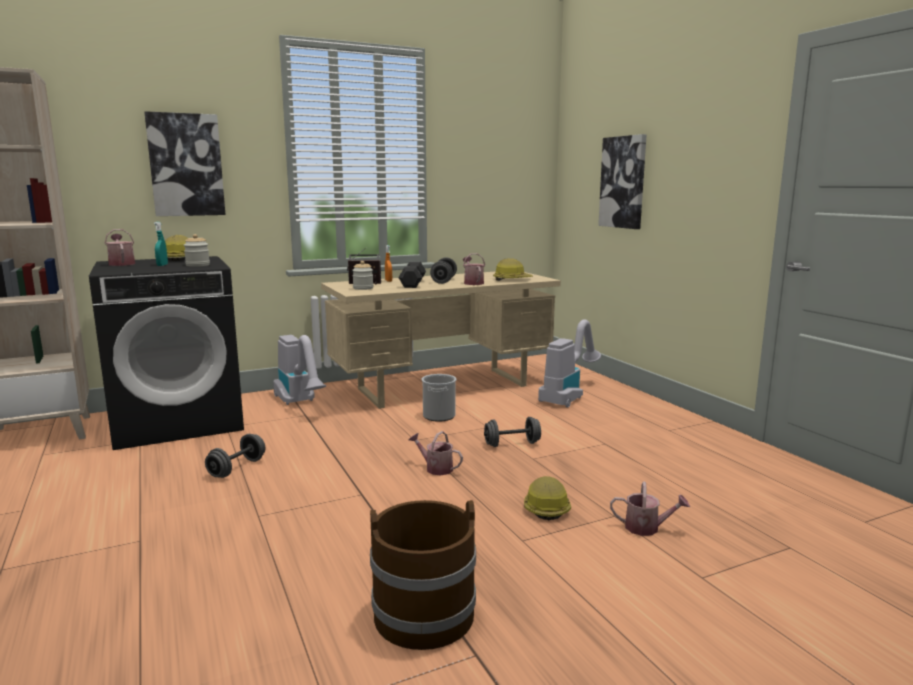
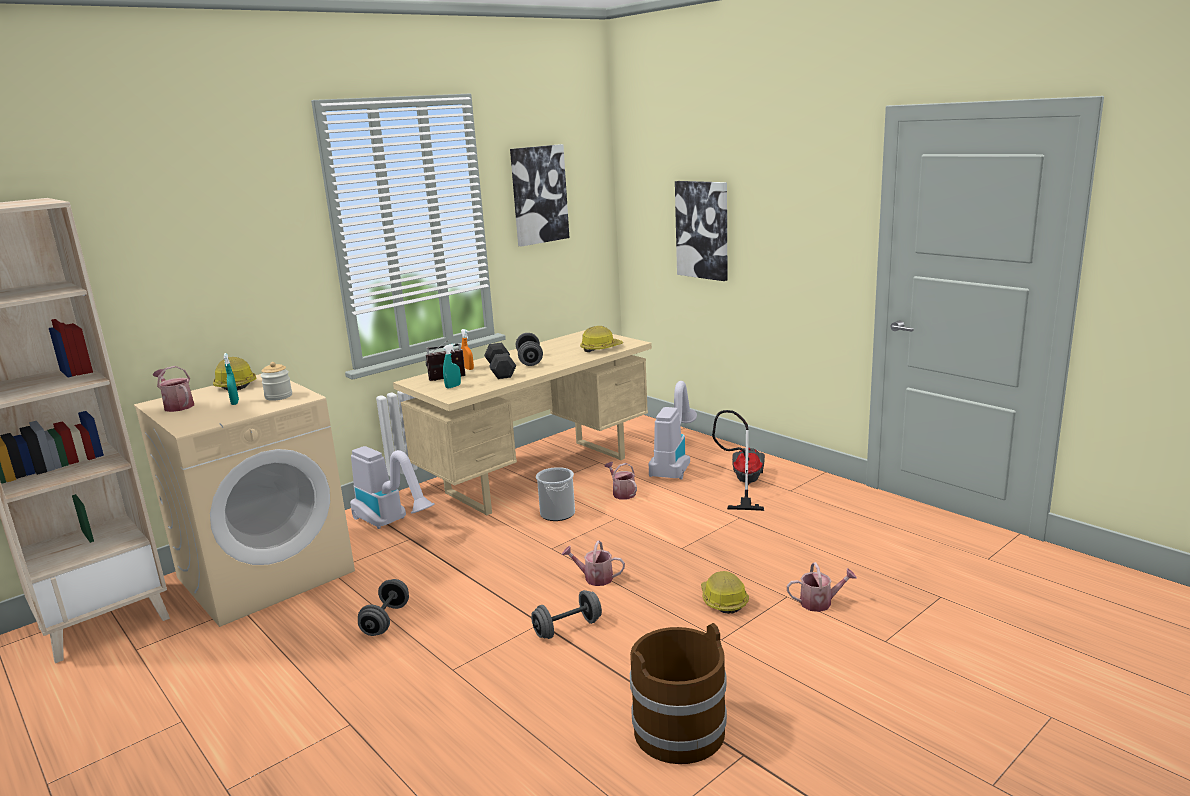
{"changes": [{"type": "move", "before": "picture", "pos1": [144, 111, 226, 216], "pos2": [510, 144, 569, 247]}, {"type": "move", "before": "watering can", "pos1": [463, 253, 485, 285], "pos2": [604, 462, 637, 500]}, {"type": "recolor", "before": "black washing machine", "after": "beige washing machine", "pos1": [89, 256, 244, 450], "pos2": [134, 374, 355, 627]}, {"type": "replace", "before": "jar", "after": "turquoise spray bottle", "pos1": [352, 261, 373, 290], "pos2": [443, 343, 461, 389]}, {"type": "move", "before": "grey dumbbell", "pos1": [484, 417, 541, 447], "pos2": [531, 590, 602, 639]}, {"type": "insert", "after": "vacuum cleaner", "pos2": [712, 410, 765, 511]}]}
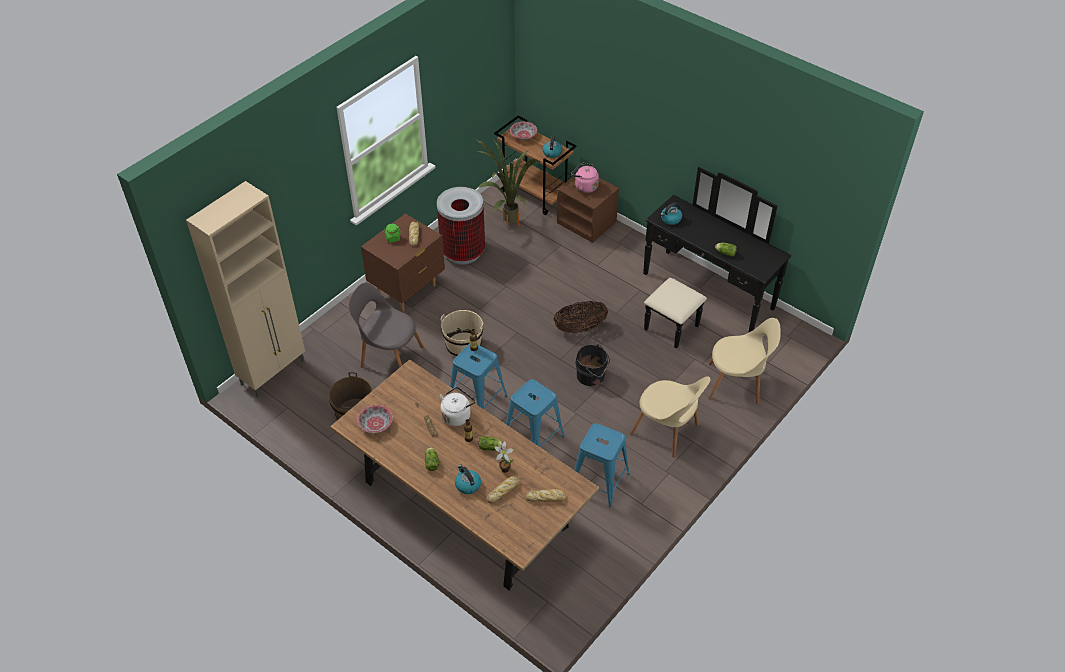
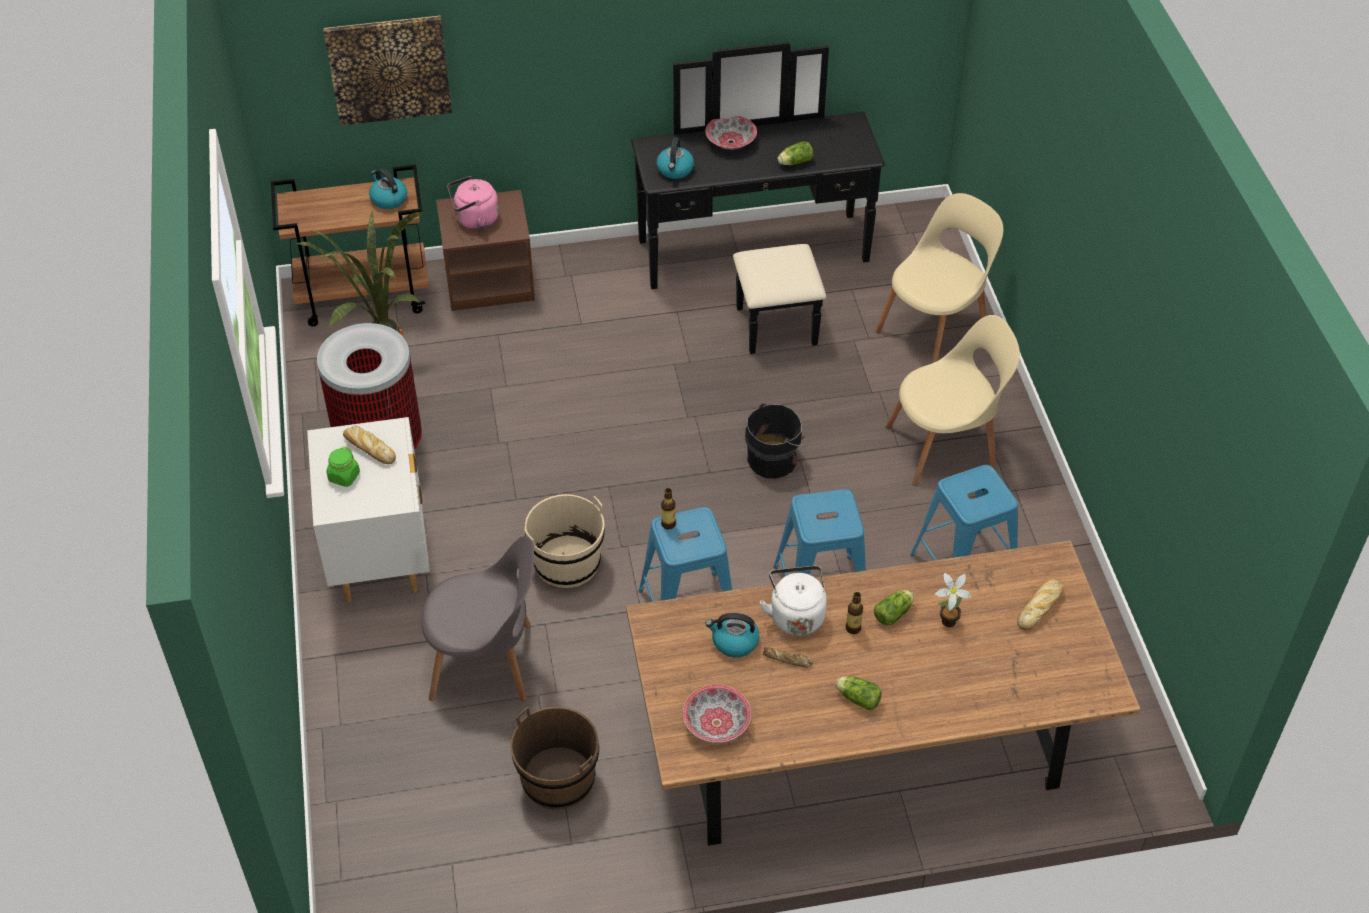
{"changes": [{"type": "move", "before": "bowl", "pos1": [510, 122, 537, 140], "pos2": [705, 116, 757, 150]}, {"type": "delete", "before": "beige cabinet", "pos1": [186, 181, 305, 397]}, {"type": "recolor", "before": "brown nightstand", "after": "white nightstand", "pos1": [361, 213, 445, 312], "pos2": [307, 417, 430, 602]}, {"type": "rotate", "before": "grey chair", "pos1": [349, 283, 424, 368], "pos2": [421, 536, 534, 702], "turn": -150}, {"type": "delete", "before": "basket", "pos1": [553, 301, 608, 333]}, {"type": "move", "before": "kettle", "pos1": [455, 465, 481, 494], "pos2": [705, 613, 759, 657]}, {"type": "delete", "before": "bread", "pos1": [487, 476, 520, 503]}, {"type": "insert", "after": "picture", "pos2": [323, 16, 452, 126]}]}
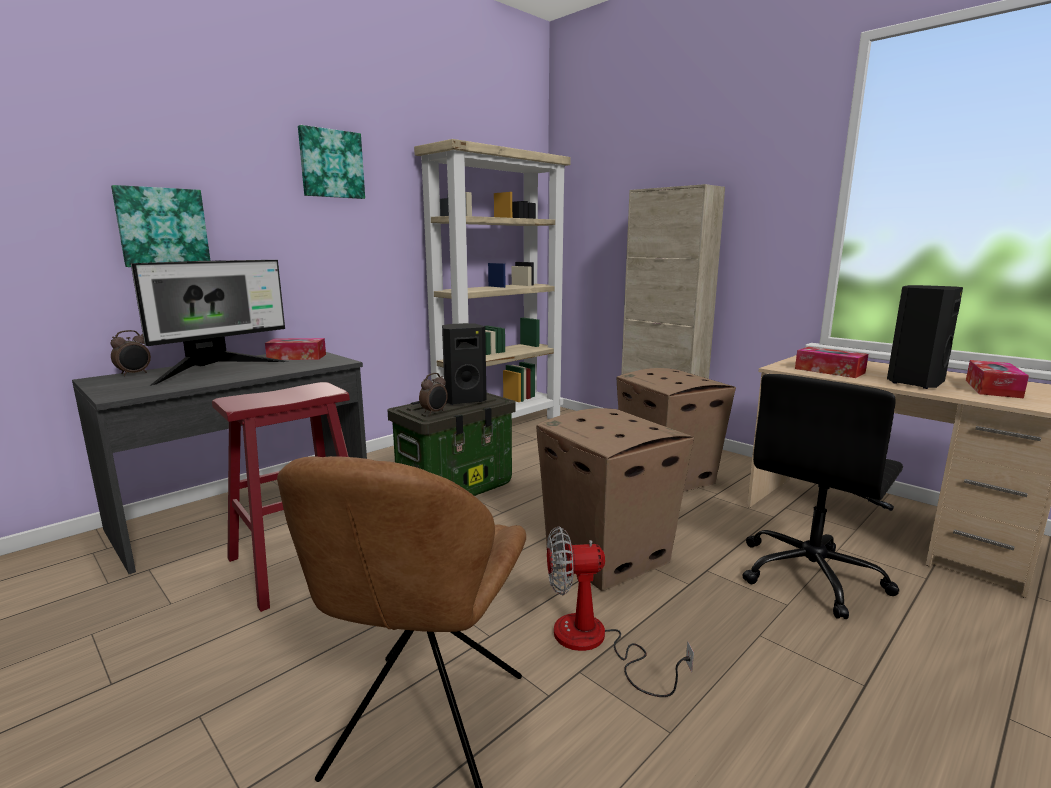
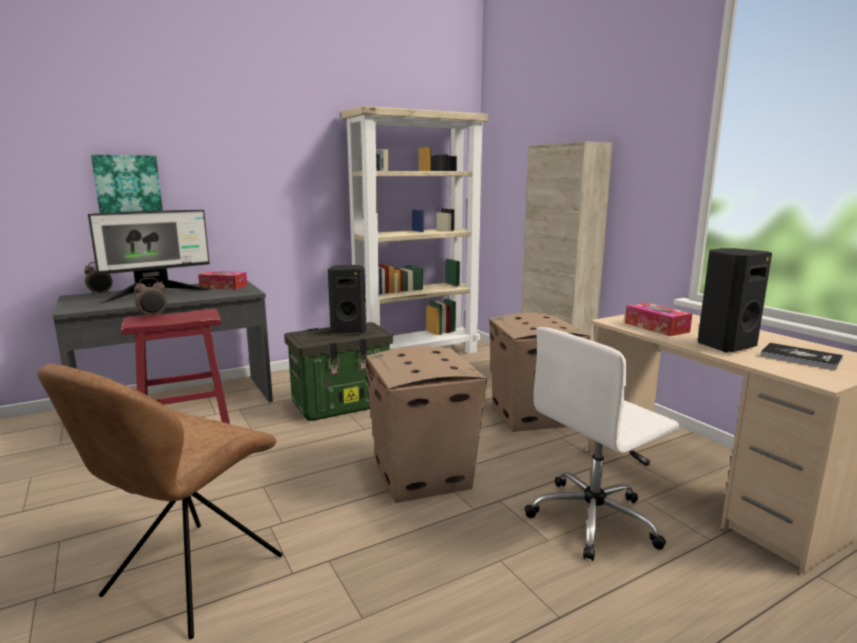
{"changes": [{"type": "delete", "before": "picture", "pos1": [298, 125, 365, 199]}, {"type": "replace", "before": "tissue box", "after": "book", "pos1": [966, 360, 1029, 398], "pos2": [760, 343, 843, 370]}, {"type": "move", "before": "alarm clock", "pos1": [419, 373, 448, 415], "pos2": [134, 278, 167, 318]}, {"type": "recolor", "before": "black office chair", "after": "white office chair", "pos1": [743, 374, 903, 619], "pos2": [524, 327, 679, 561]}, {"type": "delete", "before": "fan", "pos1": [547, 526, 694, 697]}]}
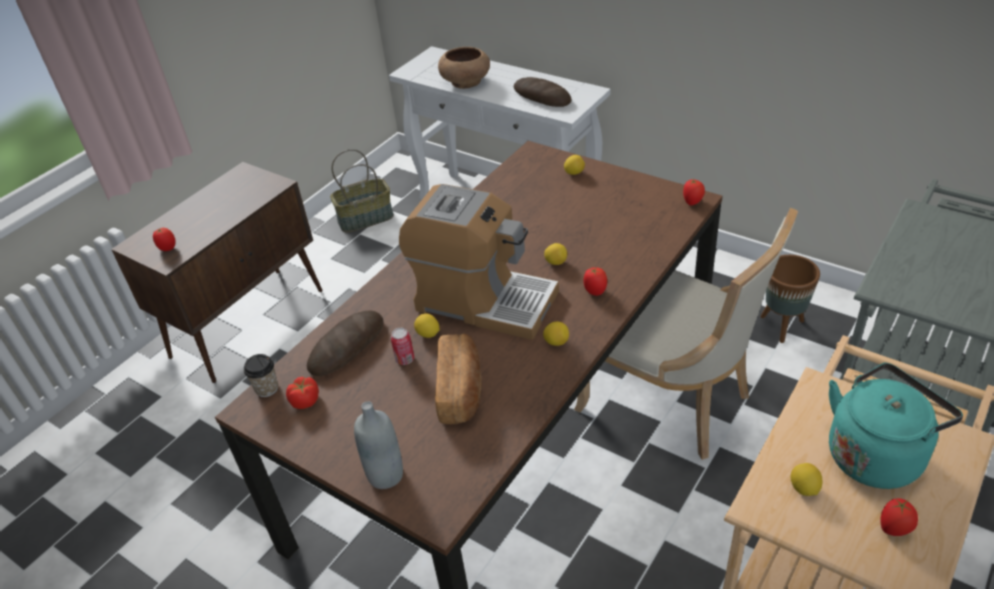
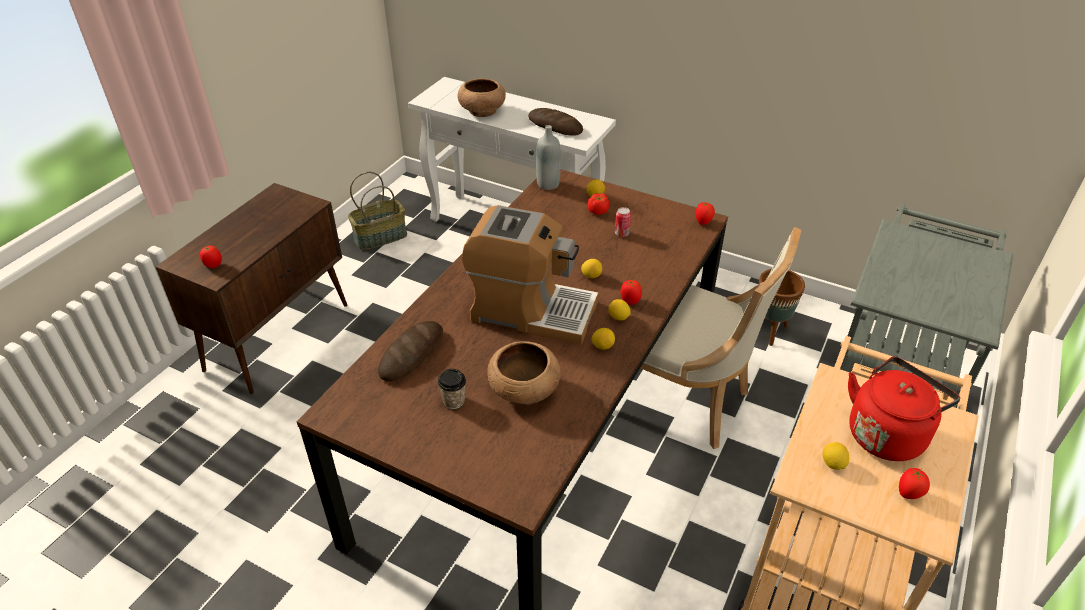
{"changes": [{"type": "move", "before": "lemon", "pos1": [414, 313, 439, 338], "pos2": [608, 299, 631, 321]}, {"type": "move", "before": "can", "pos1": [391, 328, 414, 365], "pos2": [615, 207, 631, 237]}, {"type": "replace", "before": "bread", "after": "brown bowl", "pos1": [435, 334, 482, 424], "pos2": [487, 341, 561, 405]}, {"type": "move", "before": "cup", "pos1": [244, 354, 278, 397], "pos2": [438, 369, 466, 409]}, {"type": "recolor", "before": "turquoise kettle", "after": "red kettle", "pos1": [829, 363, 963, 489], "pos2": [848, 356, 960, 461]}, {"type": "move", "before": "tomato", "pos1": [286, 377, 319, 409], "pos2": [588, 193, 609, 215]}, {"type": "move", "before": "grey bottle", "pos1": [354, 401, 403, 489], "pos2": [536, 125, 561, 190]}]}
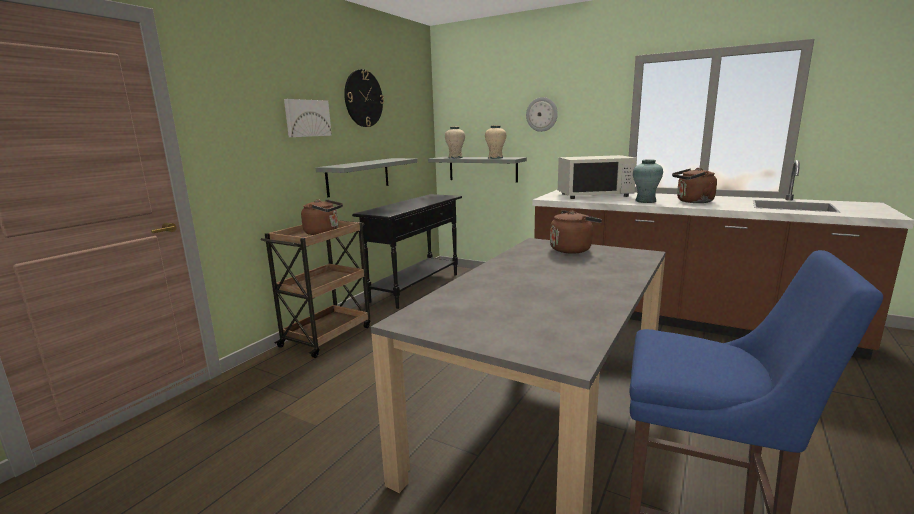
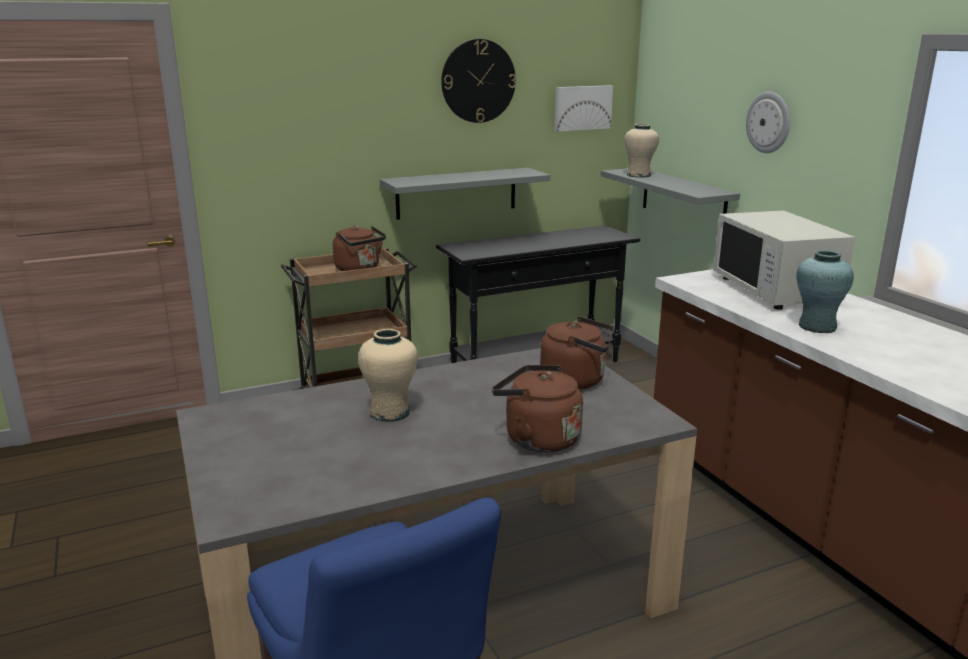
{"changes": [{"type": "move", "before": "picture", "pos1": [284, 99, 332, 137], "pos2": [554, 85, 613, 132]}, {"type": "move", "before": "beige vase", "pos1": [485, 125, 506, 159], "pos2": [358, 329, 418, 422]}, {"type": "rotate", "before": "white microwave", "pos1": [558, 155, 637, 199], "pos2": [713, 211, 855, 310], "turn": 45}, {"type": "move", "before": "brown kettle", "pos1": [672, 168, 717, 203], "pos2": [492, 365, 583, 453]}]}
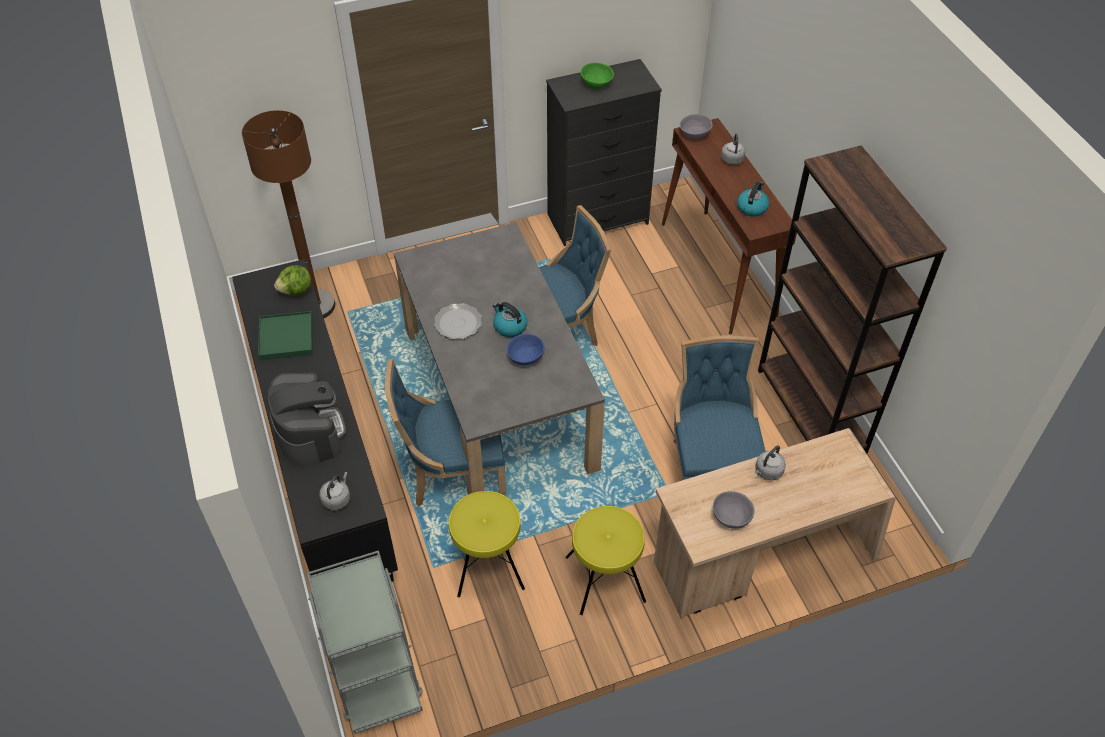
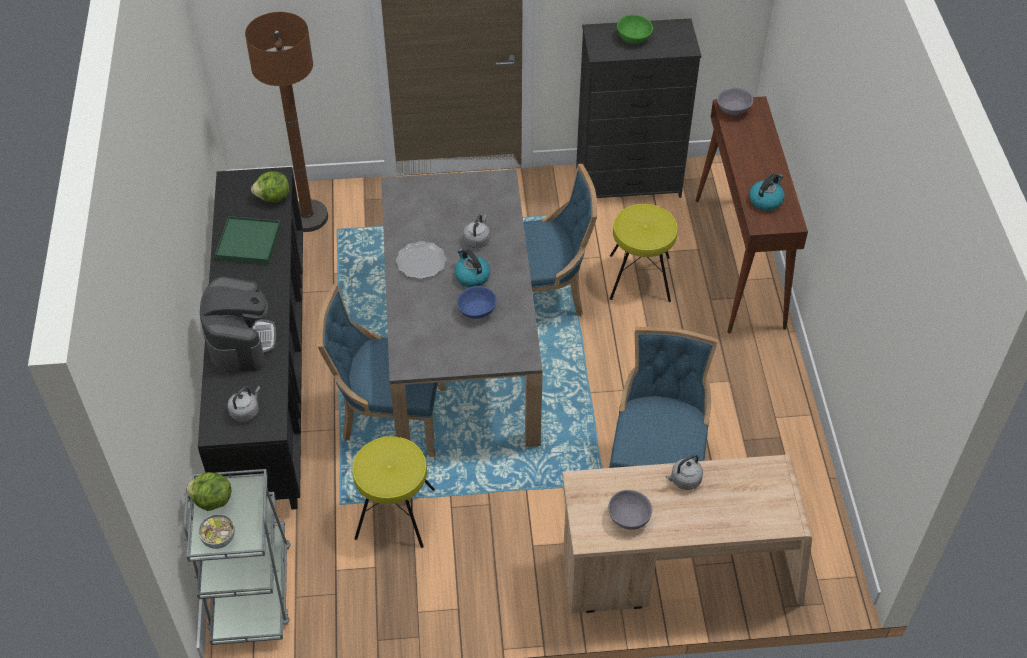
{"changes": [{"type": "move", "before": "grey kettle", "pos1": [721, 134, 746, 165], "pos2": [463, 214, 490, 248]}, {"type": "delete", "before": "brown bookcase", "pos1": [758, 145, 947, 454]}, {"type": "move", "before": "yellow stool", "pos1": [565, 506, 646, 615], "pos2": [610, 204, 678, 302]}, {"type": "insert", "after": "lettuce", "pos2": [186, 472, 231, 511]}, {"type": "insert", "after": "bowl", "pos2": [198, 514, 235, 549]}]}
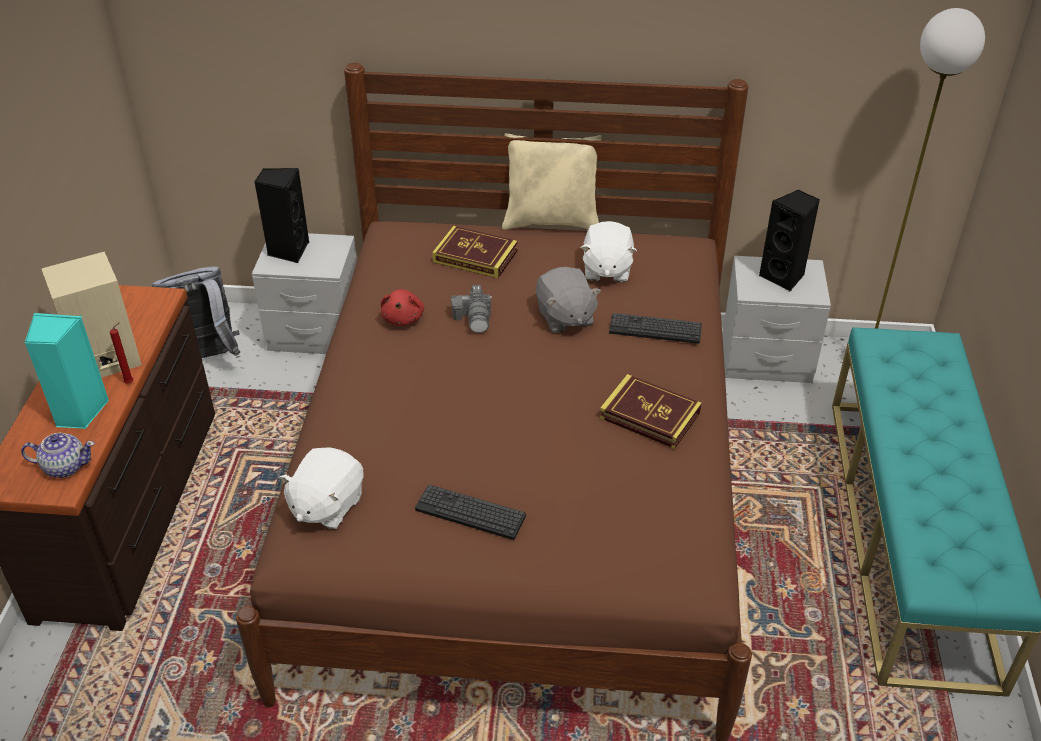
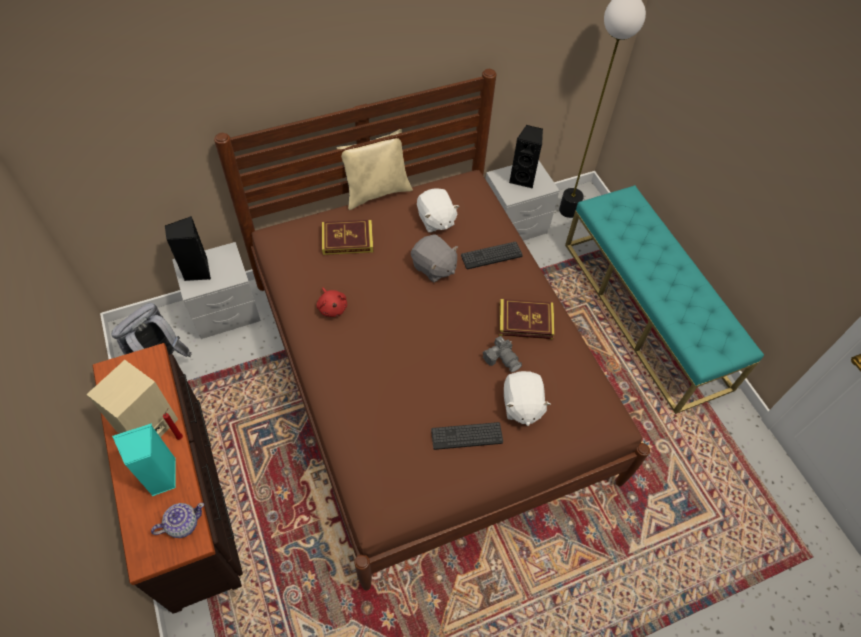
{"changes": [{"type": "move", "before": "photo camera", "pos1": [451, 285, 492, 333], "pos2": [483, 336, 522, 372]}, {"type": "move", "before": "white plush toy", "pos1": [279, 448, 364, 529], "pos2": [504, 371, 551, 426]}]}
